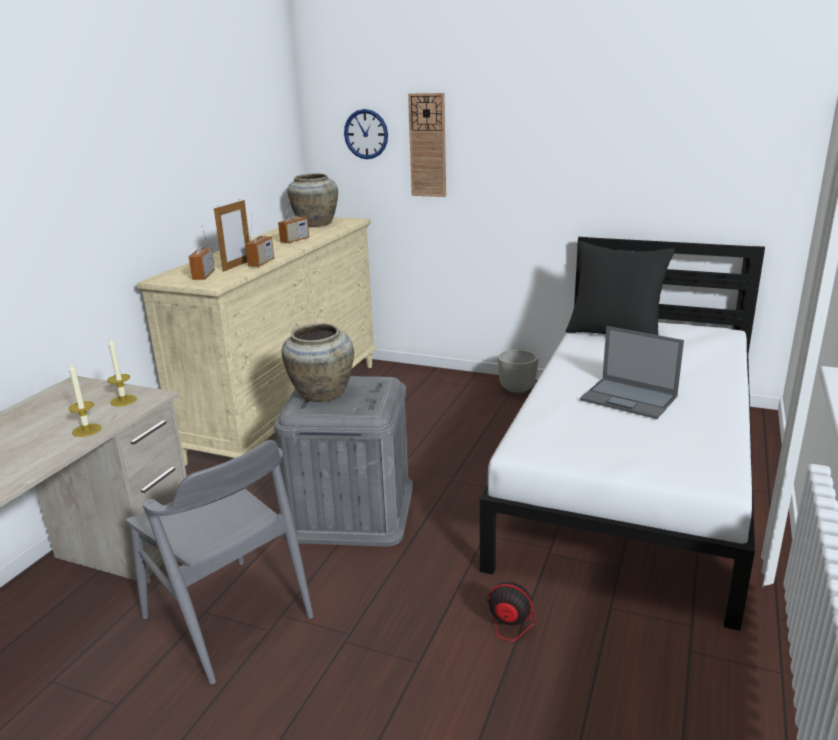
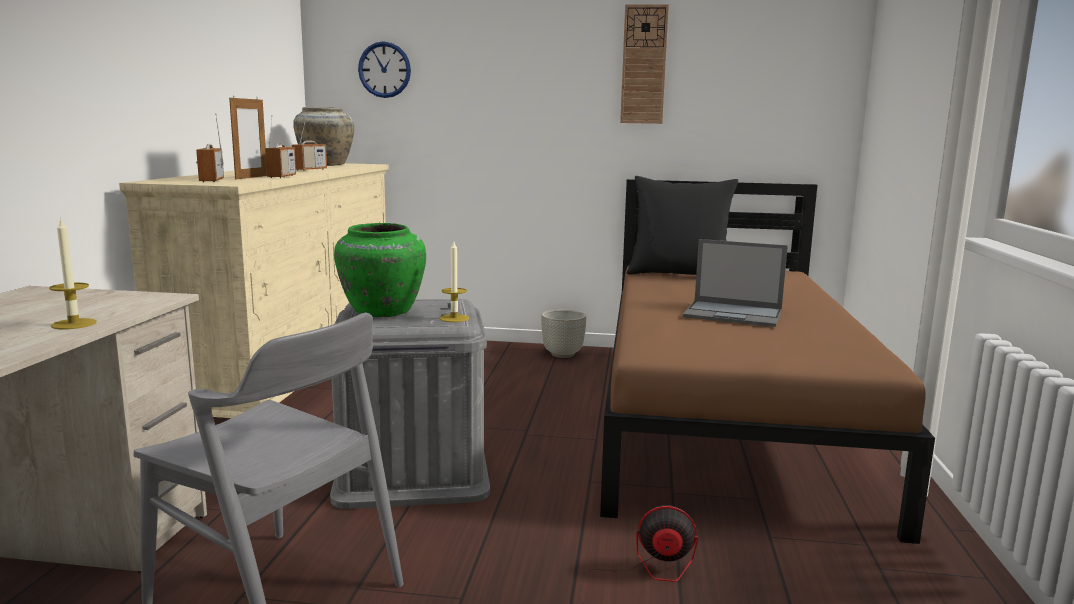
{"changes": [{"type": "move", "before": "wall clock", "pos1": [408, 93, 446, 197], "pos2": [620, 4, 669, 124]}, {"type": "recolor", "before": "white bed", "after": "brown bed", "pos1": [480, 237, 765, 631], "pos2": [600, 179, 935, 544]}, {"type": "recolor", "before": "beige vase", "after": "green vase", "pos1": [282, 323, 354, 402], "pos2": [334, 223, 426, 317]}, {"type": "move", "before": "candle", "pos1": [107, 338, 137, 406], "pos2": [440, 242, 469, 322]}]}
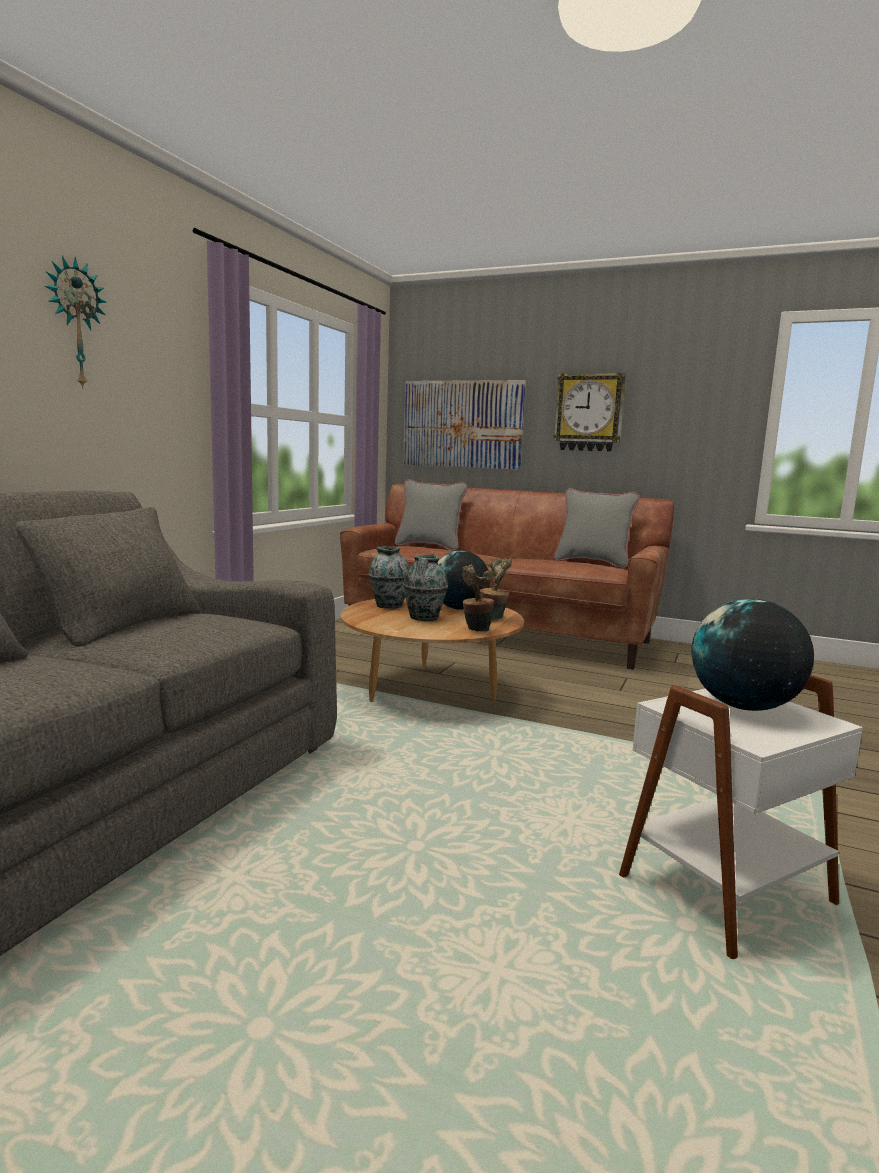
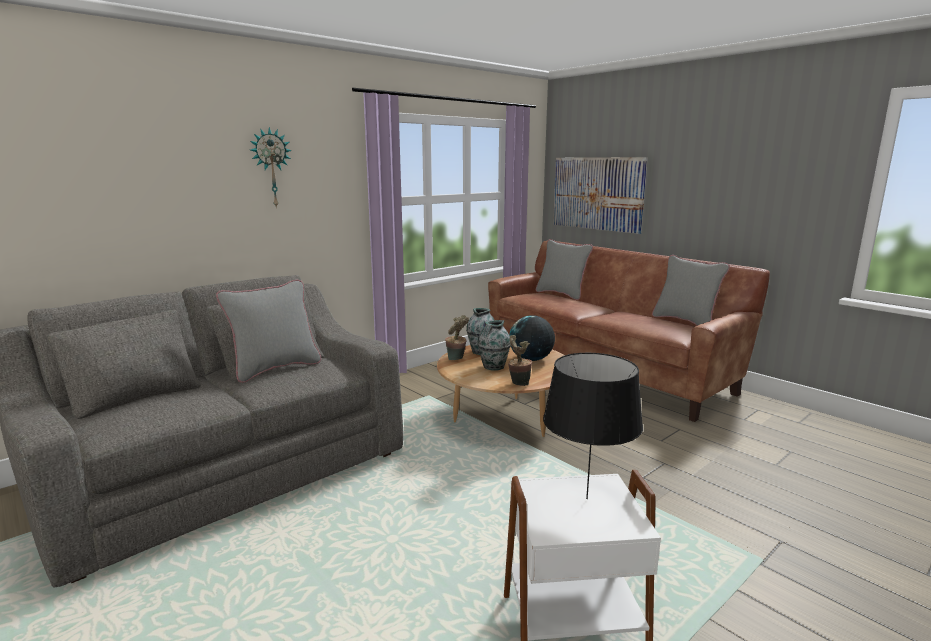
{"changes": [{"type": "delete", "before": "wall clock", "pos1": [554, 373, 626, 452]}, {"type": "move", "before": "potted plant", "pos1": [480, 558, 512, 620], "pos2": [445, 315, 469, 360]}, {"type": "replace", "before": "globe", "after": "black table lamp", "pos1": [692, 599, 814, 711], "pos2": [543, 353, 643, 499]}, {"type": "insert", "after": "grey pillow", "pos2": [216, 280, 322, 383]}]}
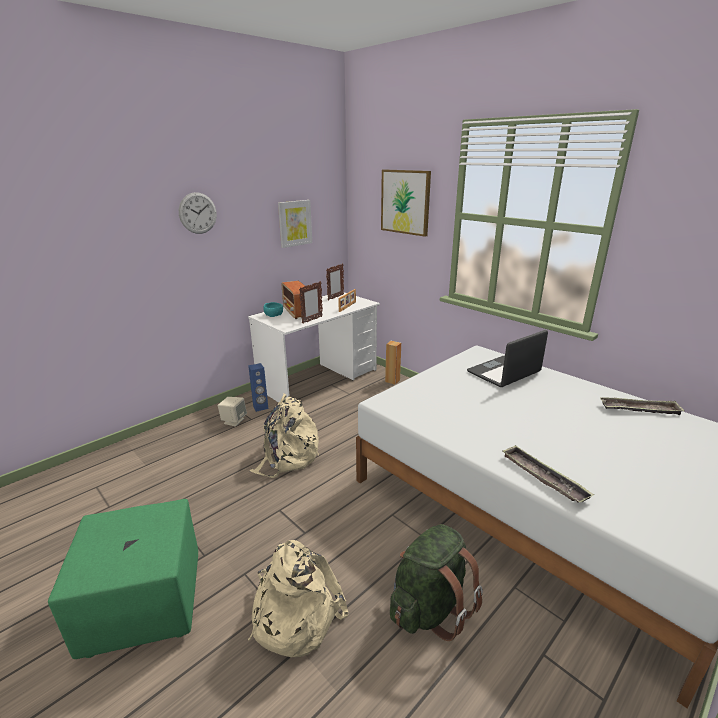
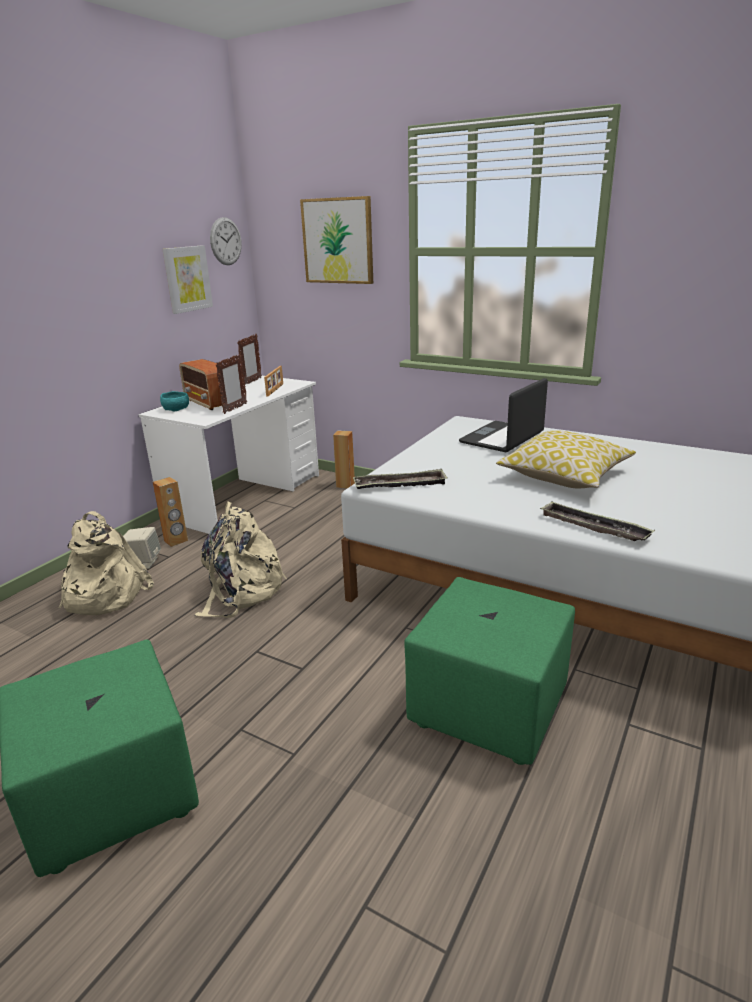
{"changes": [{"type": "move", "before": "wall clock", "pos1": [179, 192, 217, 234], "pos2": [210, 217, 242, 265]}, {"type": "recolor", "before": "blue speaker", "after": "brown speaker", "pos1": [248, 363, 268, 412], "pos2": [153, 477, 188, 547]}, {"type": "move", "before": "tray", "pos1": [600, 397, 684, 415], "pos2": [353, 469, 447, 489]}, {"type": "replace", "before": "green backpack", "after": "green ottoman", "pos1": [390, 524, 483, 641], "pos2": [404, 577, 575, 765]}, {"type": "move", "before": "beige backpack", "pos1": [248, 540, 348, 657], "pos2": [59, 511, 154, 615]}, {"type": "insert", "after": "pillow", "pos2": [496, 430, 636, 489]}]}
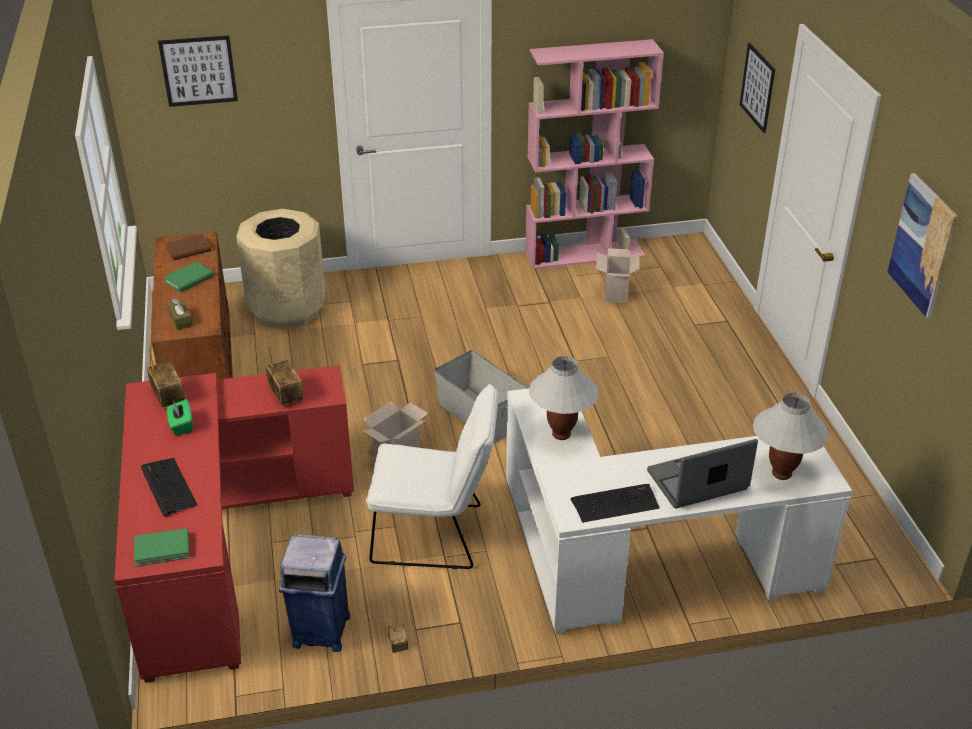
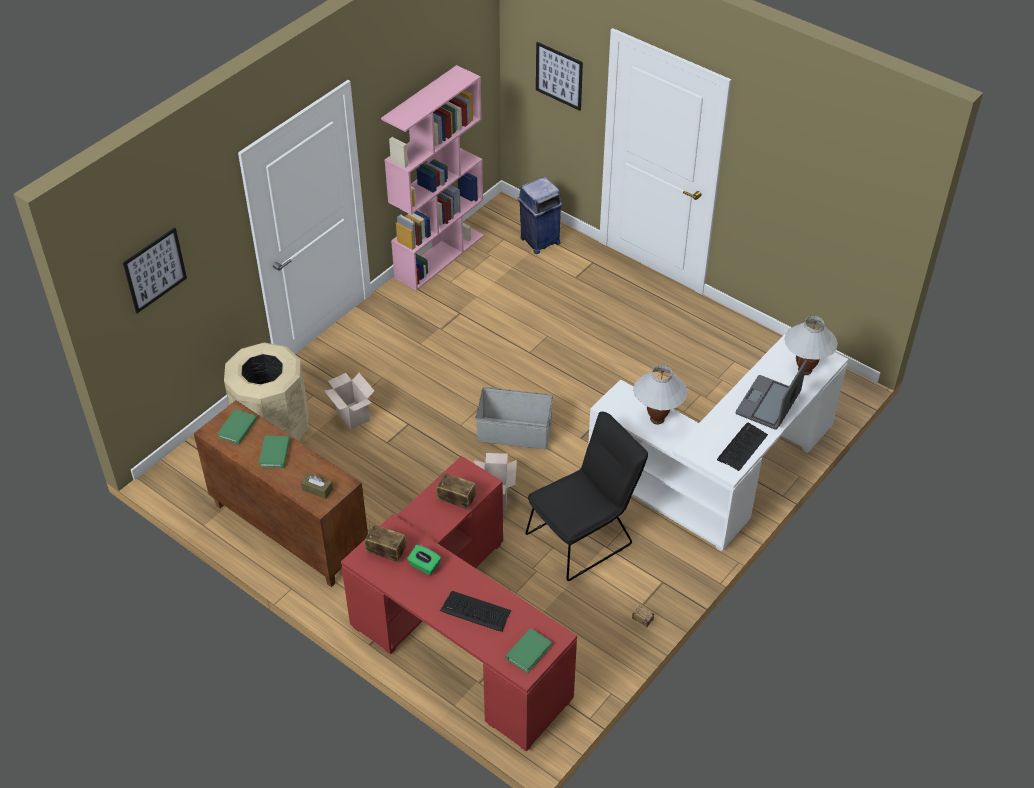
{"changes": [{"type": "delete", "before": "picture", "pos1": [888, 173, 958, 318]}, {"type": "recolor", "before": "brown book", "after": "green book", "pos1": [165, 234, 211, 260], "pos2": [217, 409, 257, 444]}, {"type": "move", "before": "cardboard box", "pos1": [596, 248, 640, 303], "pos2": [324, 373, 374, 430]}, {"type": "recolor", "before": "white chair", "after": "black chair", "pos1": [366, 384, 499, 569], "pos2": [525, 412, 648, 581]}, {"type": "move", "before": "blue trash can", "pos1": [279, 534, 351, 652], "pos2": [517, 177, 563, 254]}]}
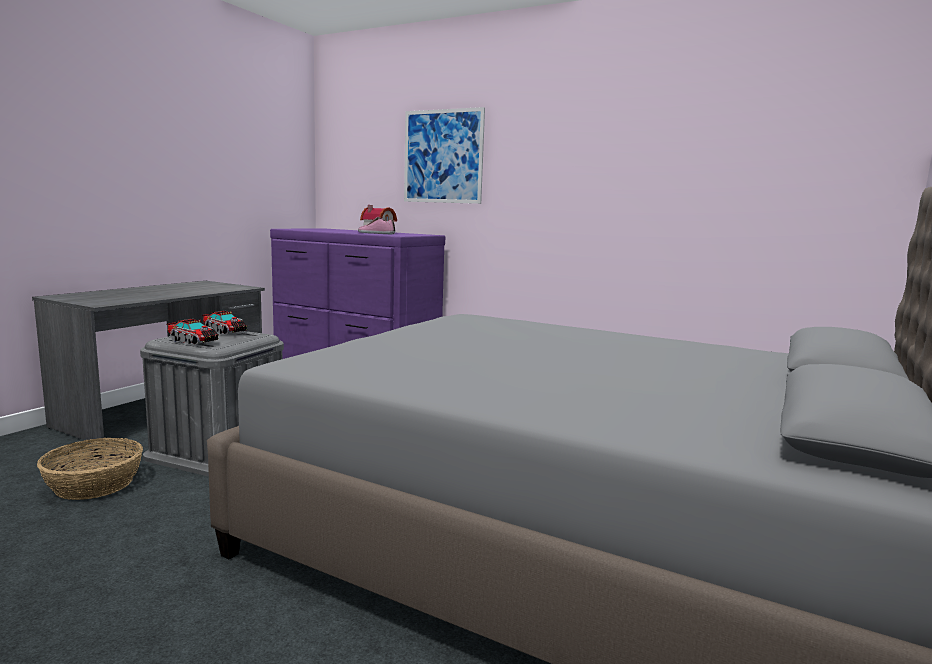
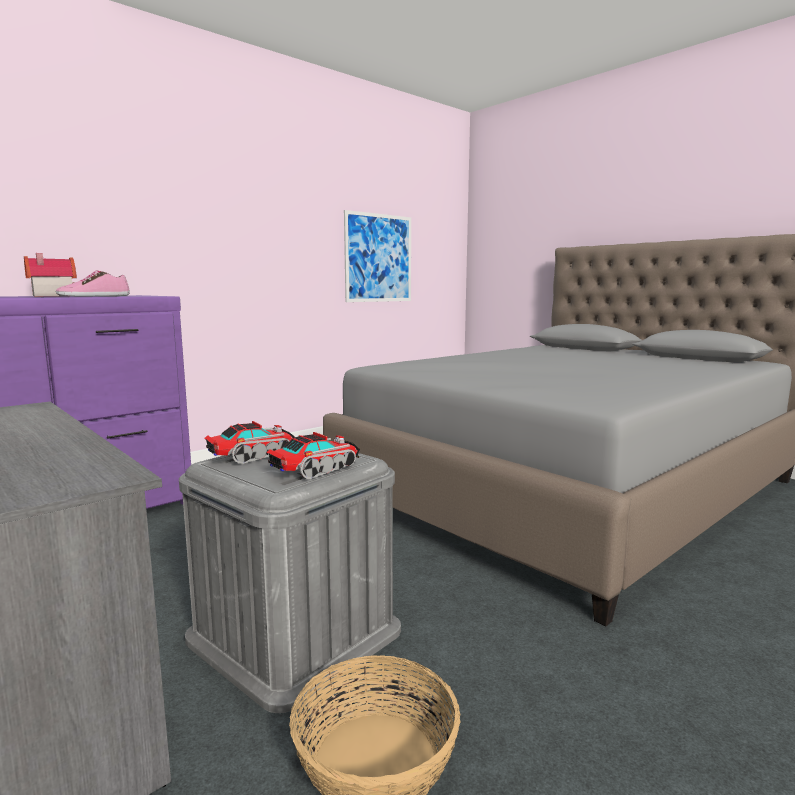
{"changes": [{"type": "move", "before": "picture", "pos1": [404, 107, 485, 204], "pos2": [344, 210, 411, 302]}]}
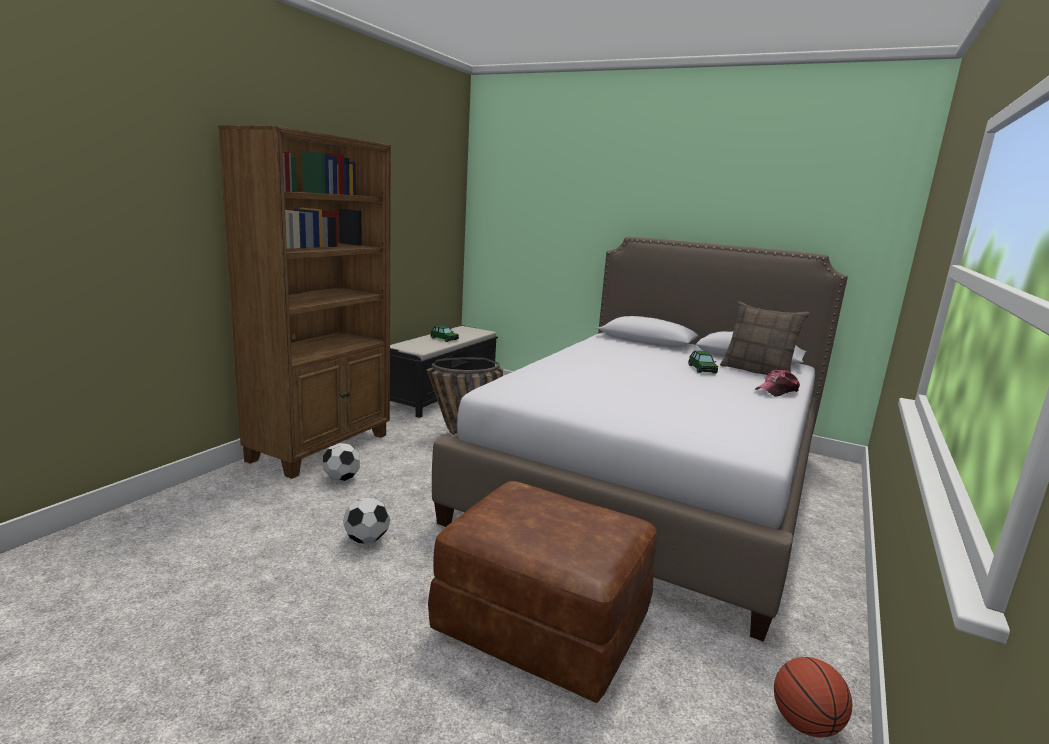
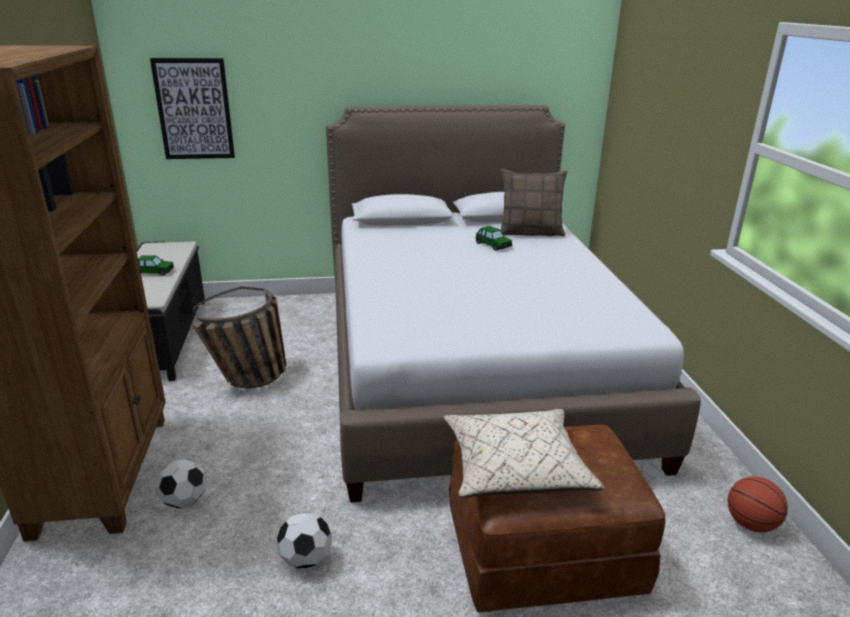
{"changes": [{"type": "delete", "before": "cap", "pos1": [755, 370, 800, 396]}, {"type": "insert", "after": "picture", "pos2": [150, 58, 235, 159]}, {"type": "insert", "after": "beige pillow", "pos2": [443, 409, 604, 497]}]}
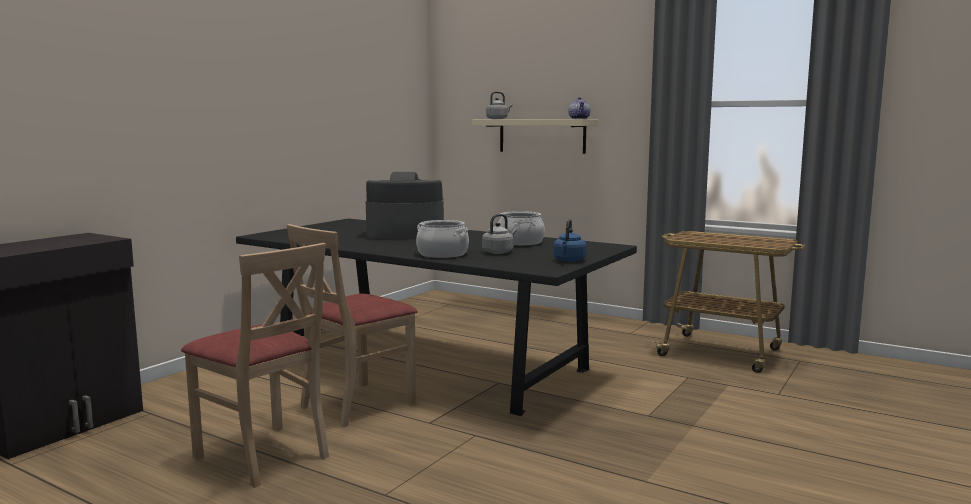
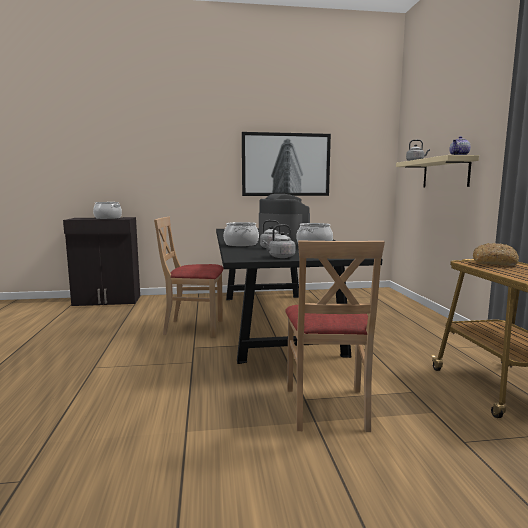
{"changes": [{"type": "recolor", "before": "blue kettle", "after": "grey kettle", "pos1": [553, 219, 587, 262], "pos2": [262, 224, 295, 258]}, {"type": "move", "before": "beige chair", "pos1": [181, 243, 329, 488], "pos2": [285, 240, 385, 432]}, {"type": "insert", "after": "picture", "pos2": [242, 132, 331, 196]}, {"type": "insert", "after": "cooking pot", "pos2": [93, 202, 122, 219]}, {"type": "insert", "after": "bread", "pos2": [473, 243, 519, 266]}]}
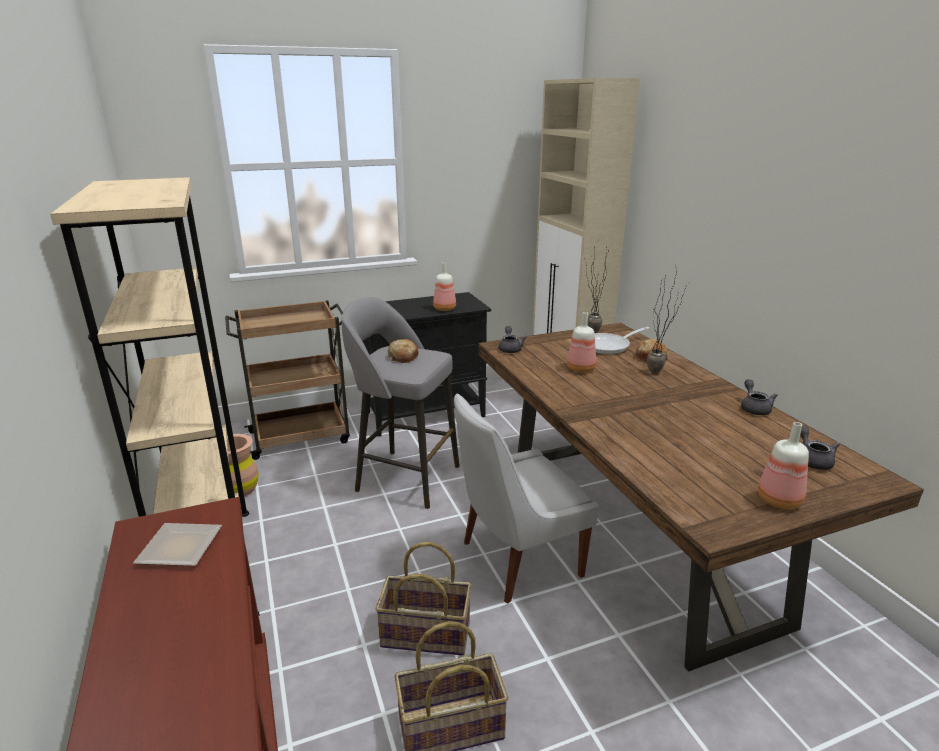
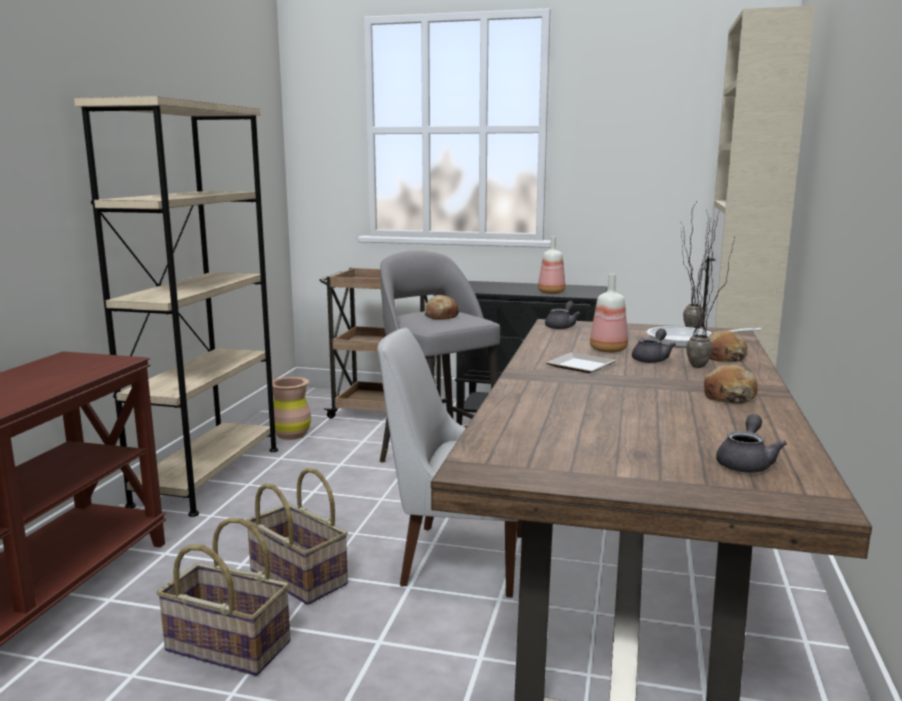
{"changes": [{"type": "move", "before": "grey teapot", "pos1": [741, 379, 778, 415], "pos2": [632, 329, 676, 363]}, {"type": "delete", "before": "bottle", "pos1": [758, 422, 809, 509]}, {"type": "move", "before": "plate", "pos1": [133, 523, 222, 566], "pos2": [546, 352, 617, 373]}, {"type": "insert", "after": "bread", "pos2": [704, 365, 758, 403]}]}
